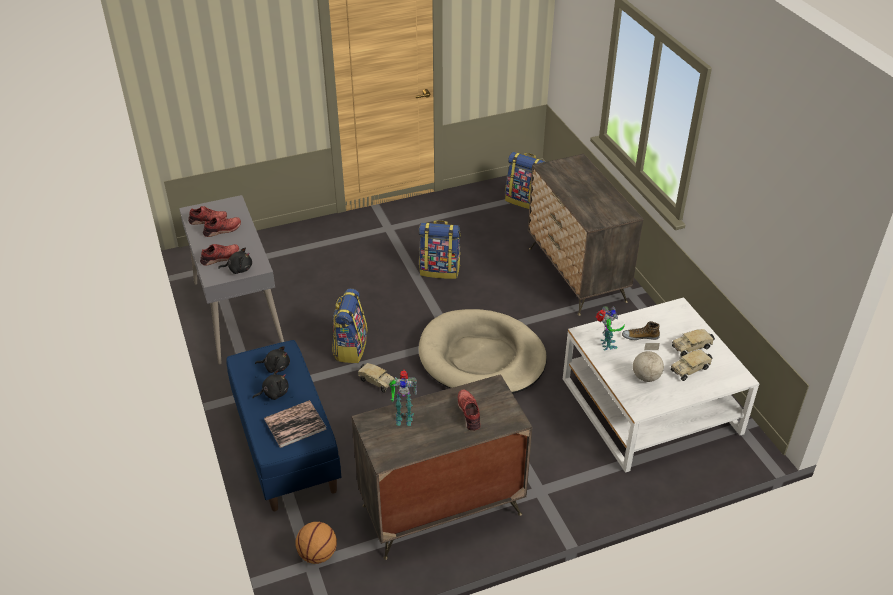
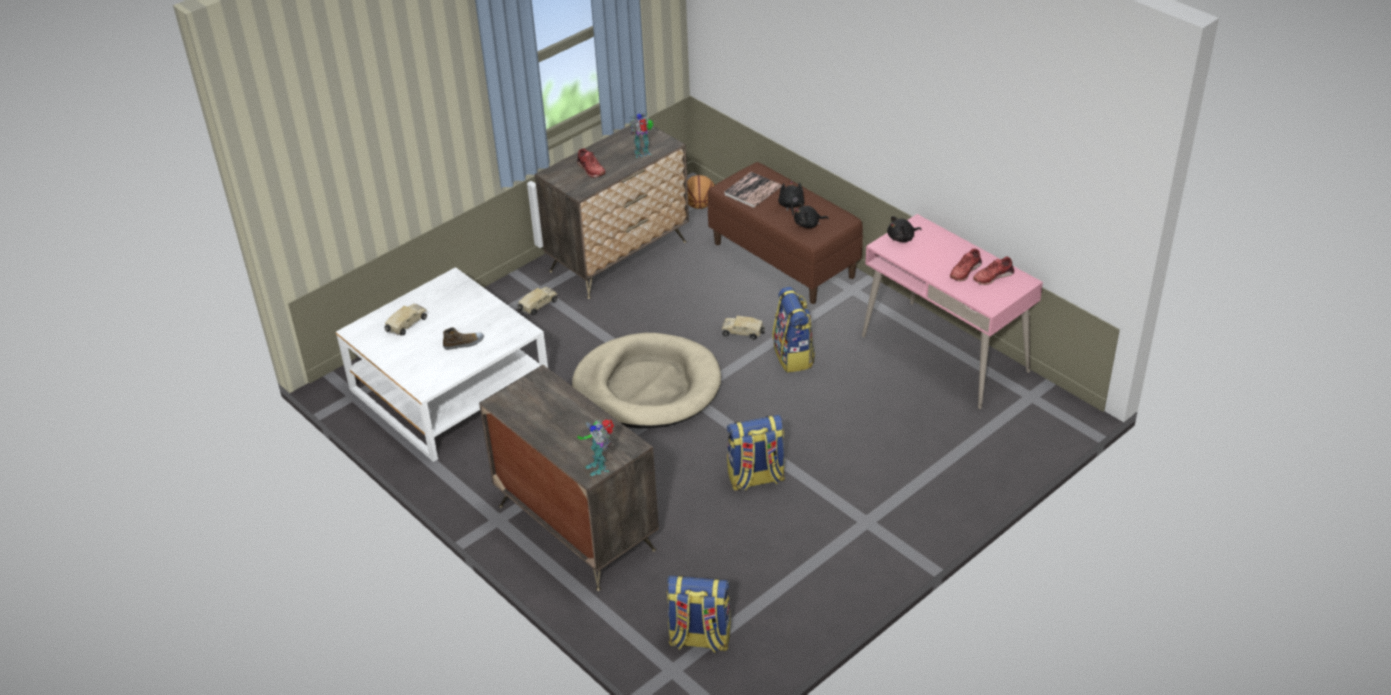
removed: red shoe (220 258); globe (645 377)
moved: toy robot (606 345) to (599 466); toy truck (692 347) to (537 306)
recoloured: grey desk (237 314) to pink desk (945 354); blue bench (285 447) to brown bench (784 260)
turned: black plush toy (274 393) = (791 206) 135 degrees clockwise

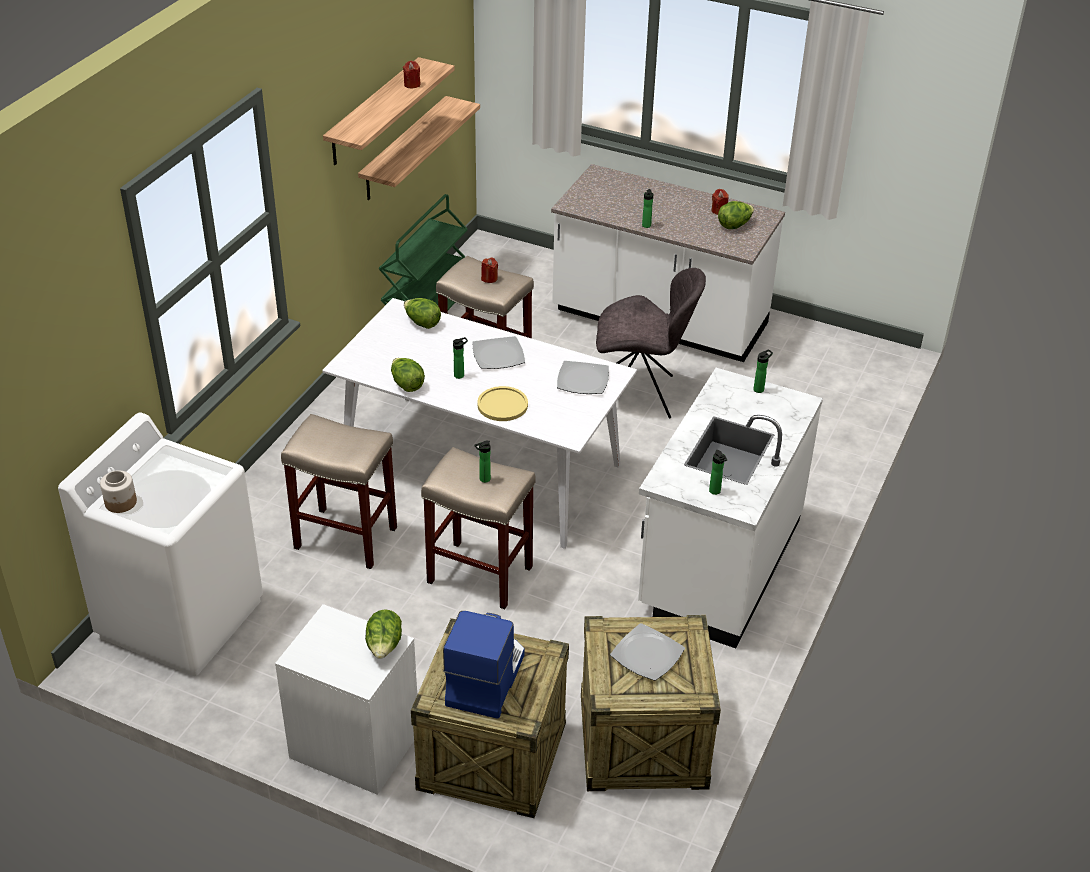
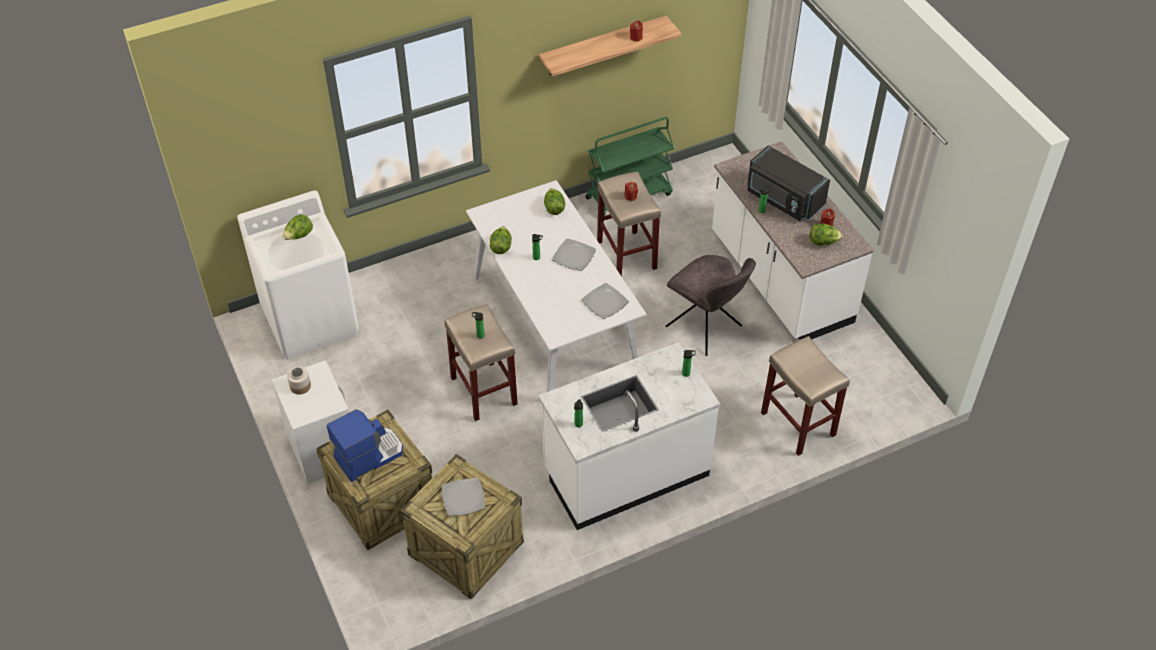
removed: shelf (404 149); yellow plate (502 405)
added: black microwave (783 199)
moved: jar (121 502) to (300 386); beige stool (344 538) to (797 423); lettuce (384 647) to (299 236)

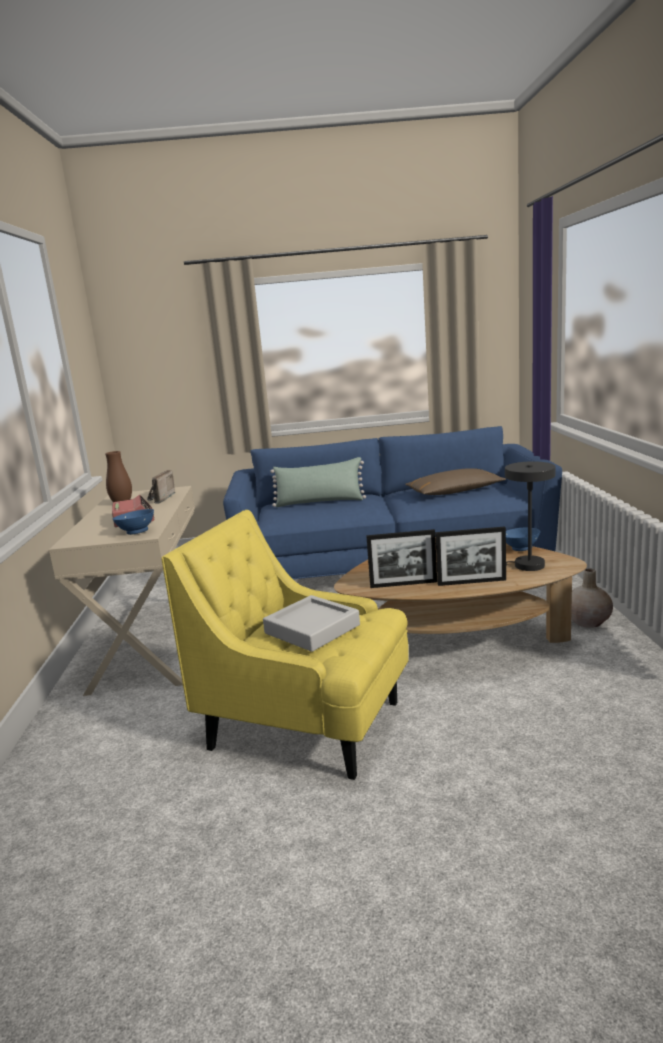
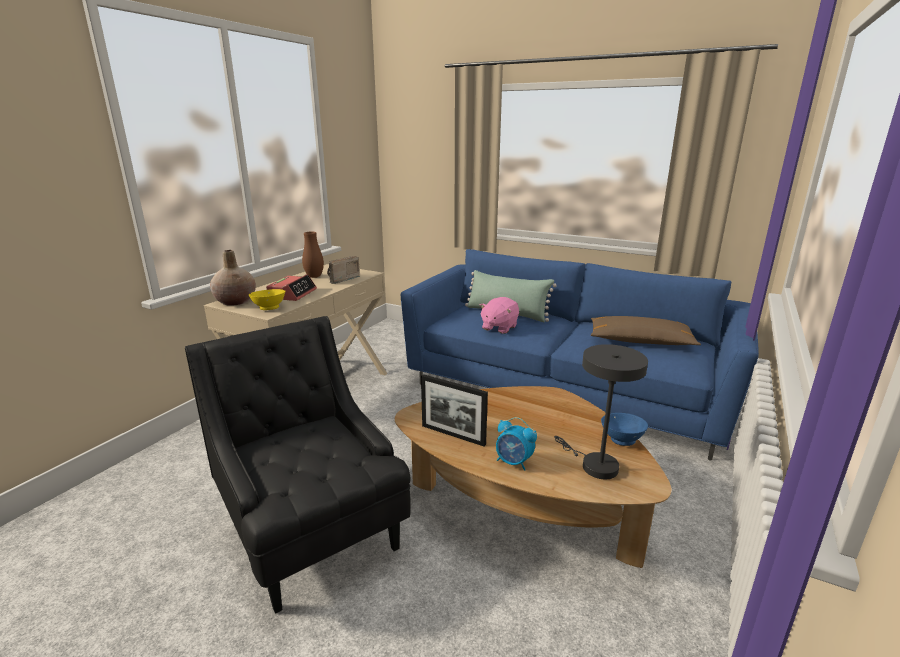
removed: grey tray (312 629)
added: pink plush toy (499 327)
moved: beige vase (588 621) to (236 301)
replaced: picture frame (471 582) to alarm clock (514 462)
recoloured: blue bowl (137 532) to yellow bowl (270 308); yellow armchair (308 725) to black armchair (312 532)

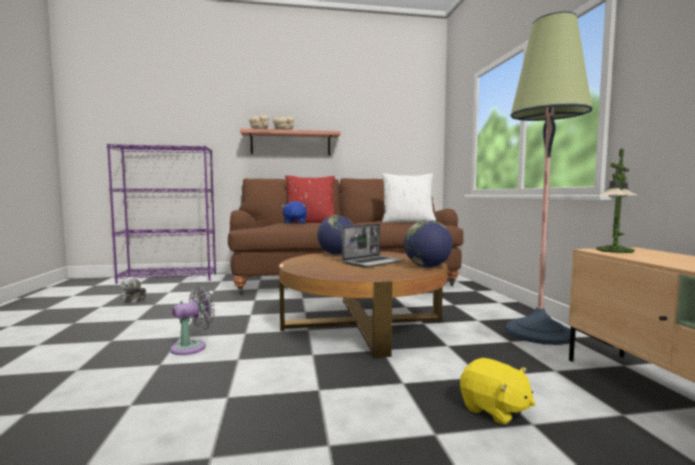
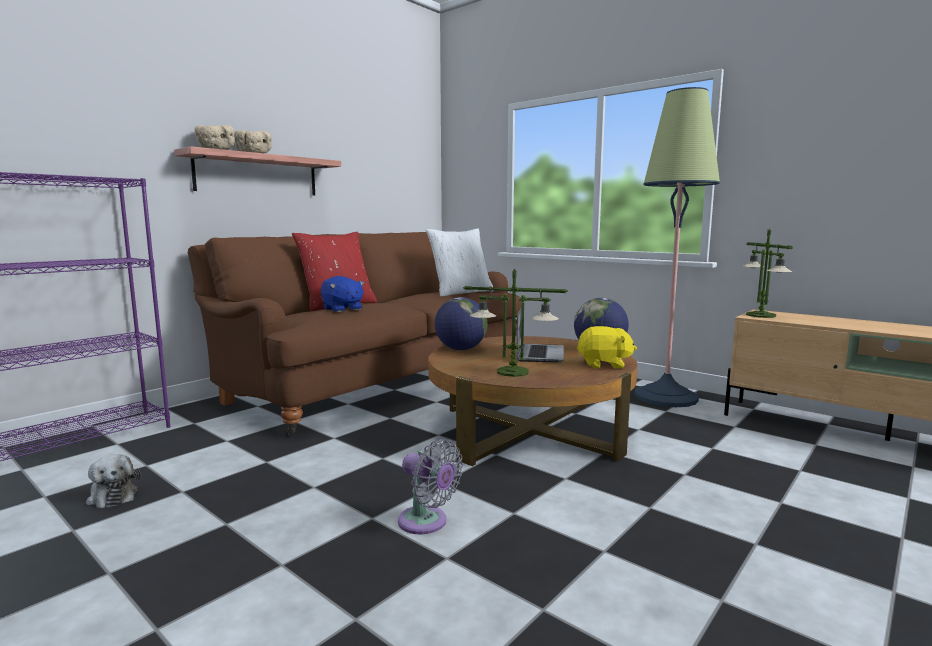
added: table lamp (512 372)
moved: yellow plush toy (494 410) to (604 364)
turned: grey fan (192 347) = (426 523) 120 degrees clockwise

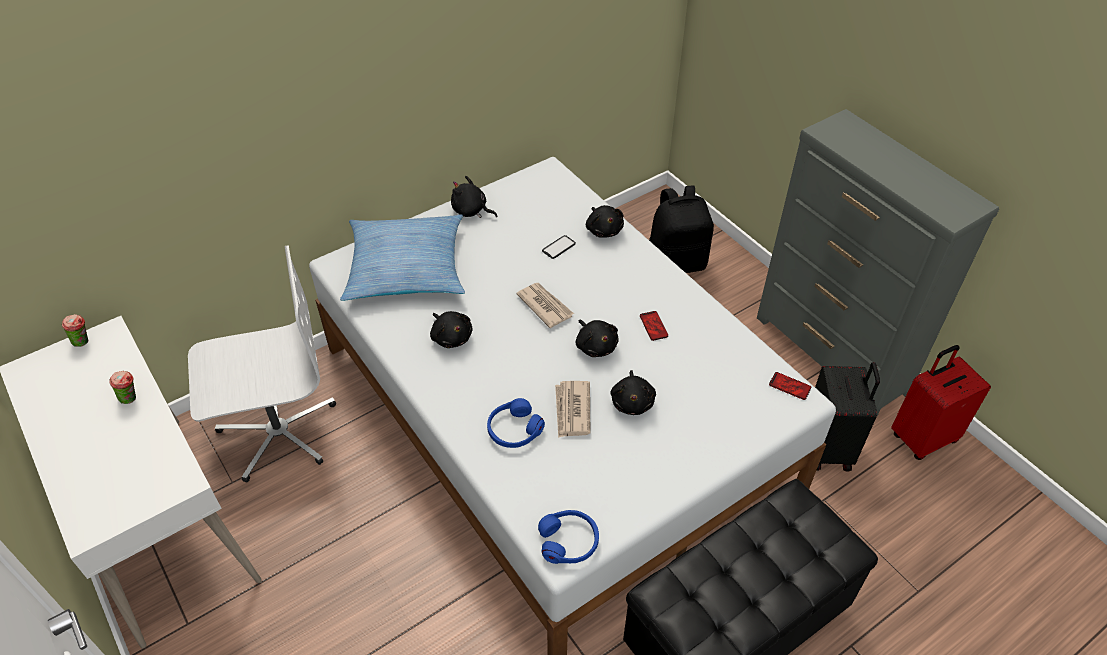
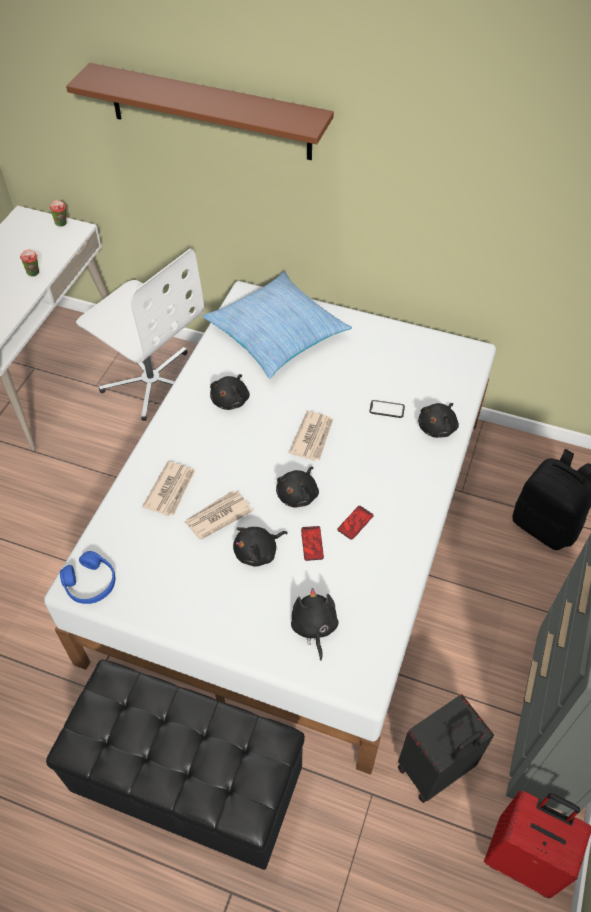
added: brown shelf (210 112)
moved: black plush toy (471 211) to (314 627); phone (789 386) to (312 543)
replaced: blue headphones (514 430) to newspaper (171 490)

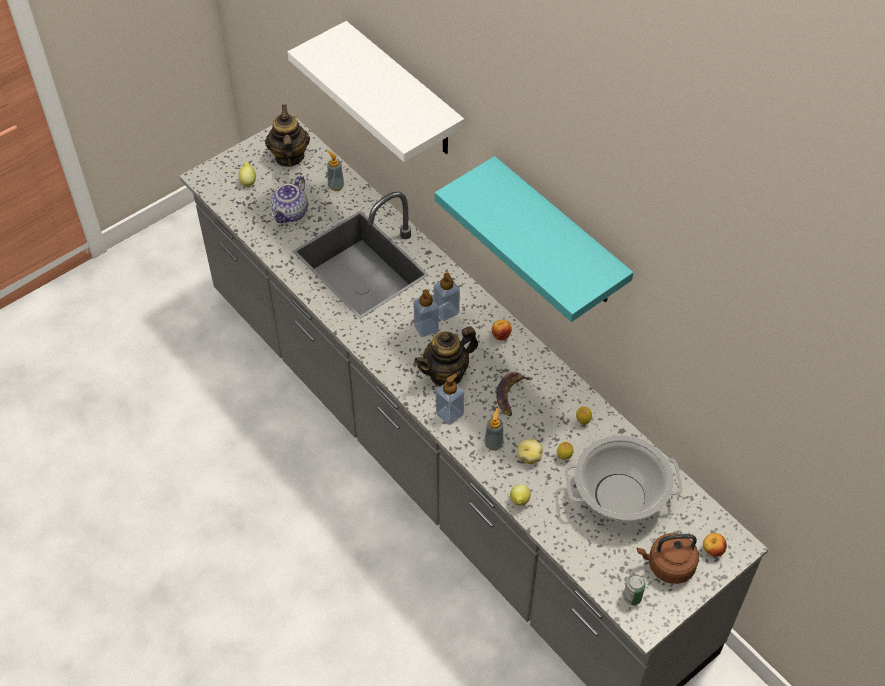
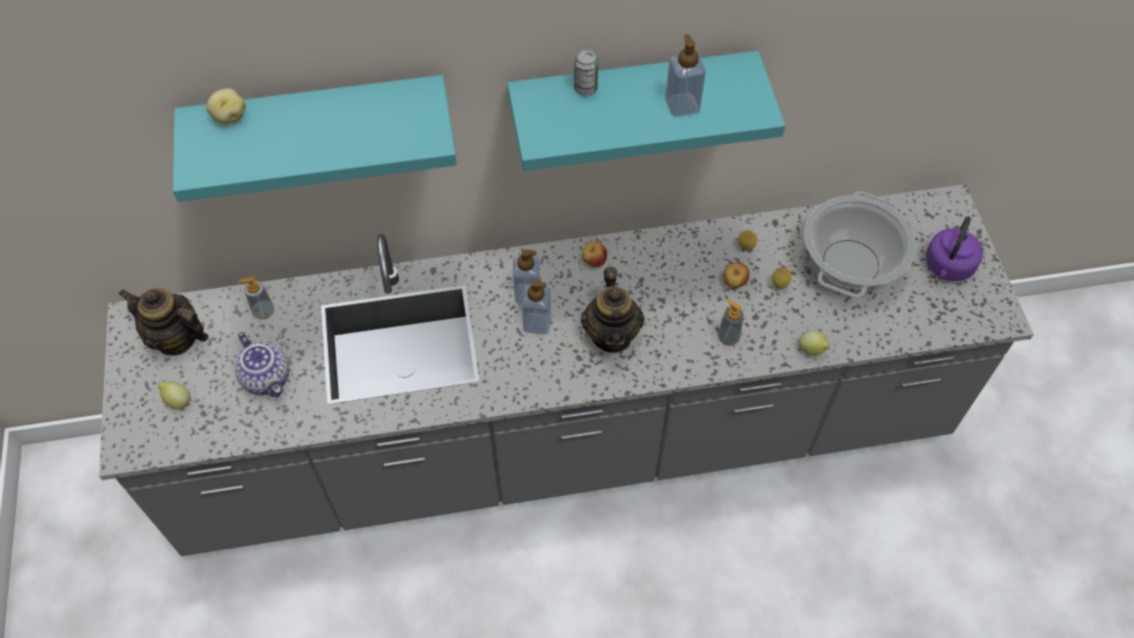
removed: banana (510 394)
moved: soap dispenser (449 414) to (682 105); potato (529 456) to (229 116); can (632 597) to (585 88); apple (712 550) to (734 283)
recoloured: white shelf (404 92) to turquoise shelf (318 122); brown kettle (668 566) to purple kettle (947 267)

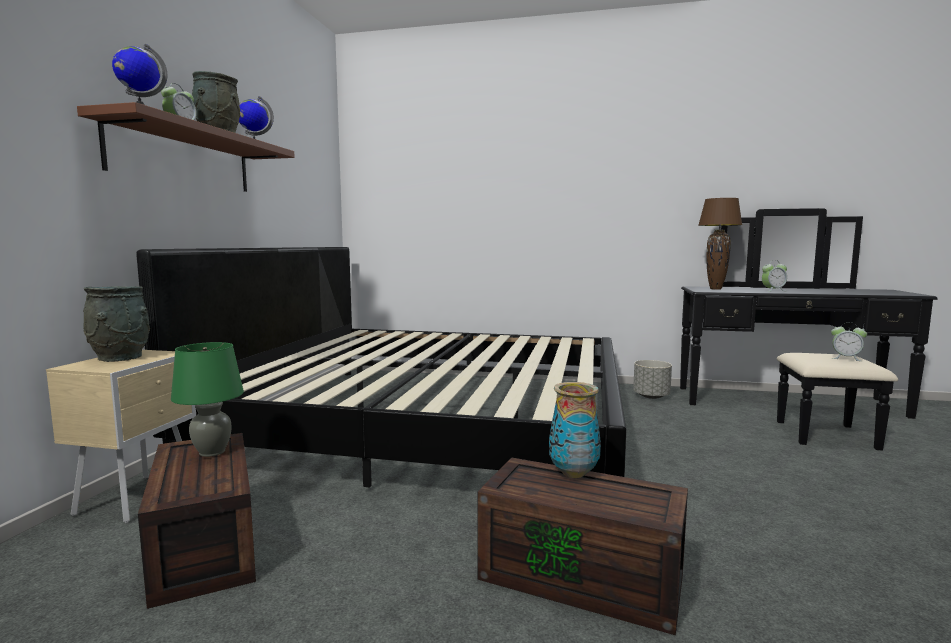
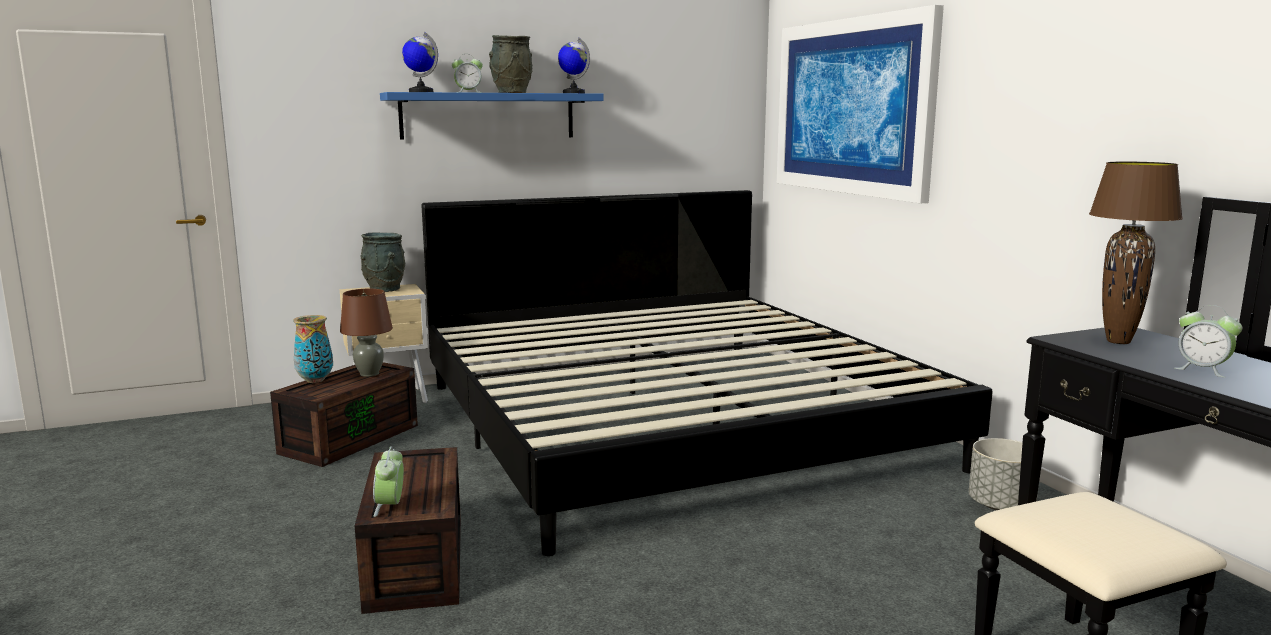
added: picture (852 107)
moved: vase (573 473) to (315 380); alarm clock (846 358) to (390 506)
recoloured: brown shelf (184 158) to blue shelf (488 116); green table lamp (212 452) to brown table lamp (369 374)

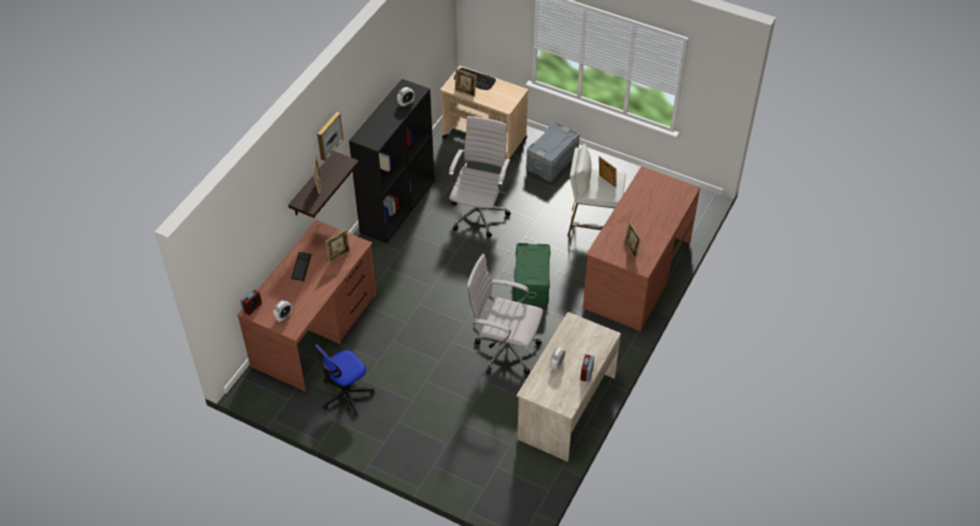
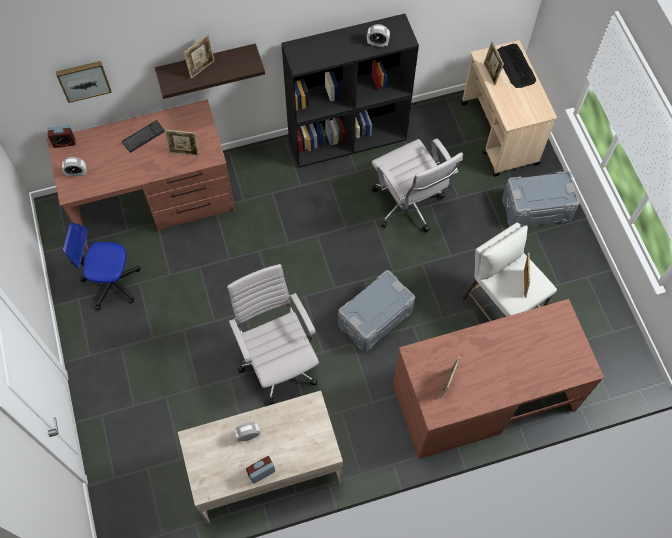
moved: picture (328 135) to (83 80)
recoloured: green storage box (532 284) to grey storage box (375 319)
turned: white office chair (479 213) = (409 206) 90 degrees clockwise

